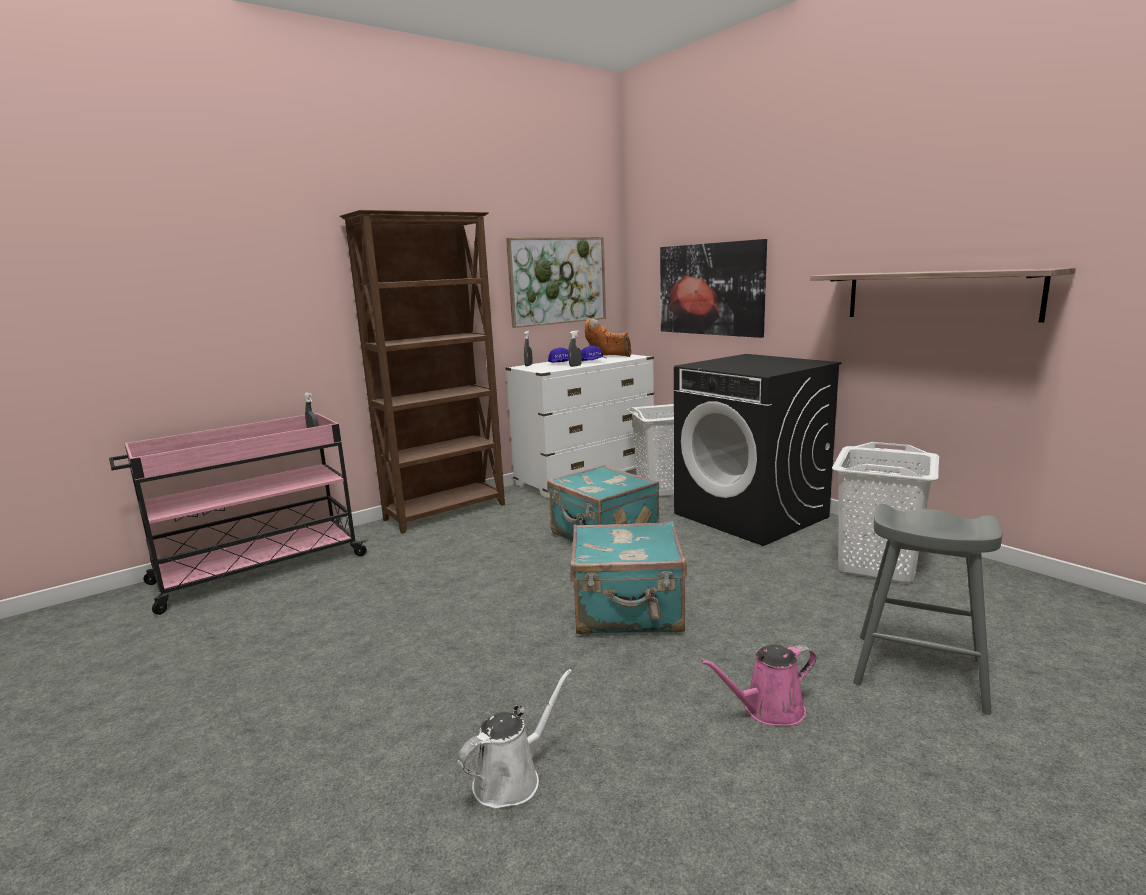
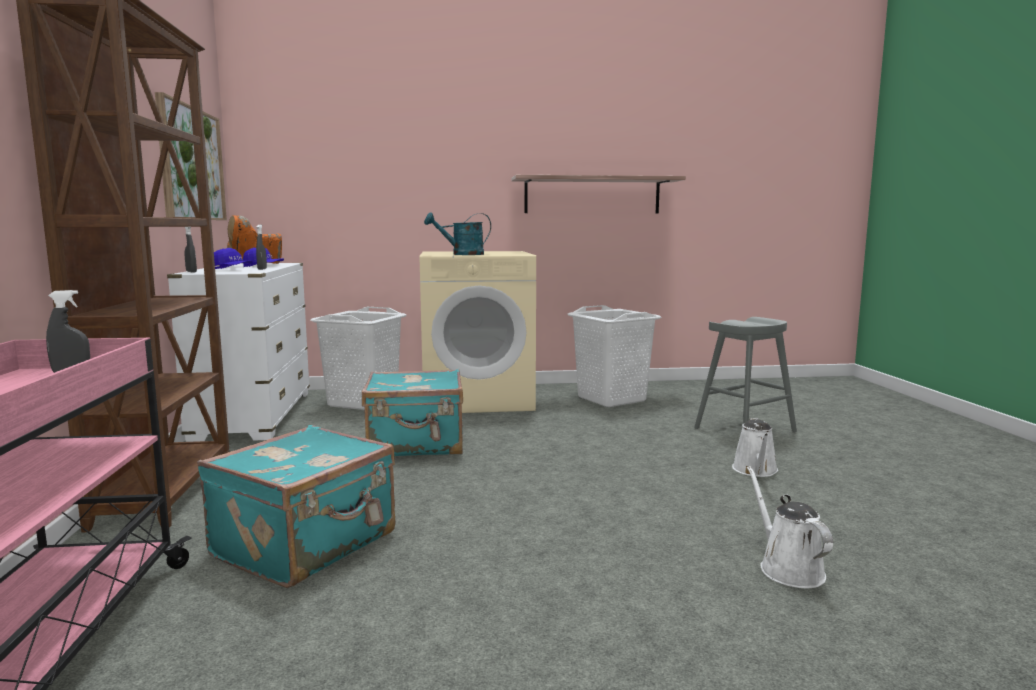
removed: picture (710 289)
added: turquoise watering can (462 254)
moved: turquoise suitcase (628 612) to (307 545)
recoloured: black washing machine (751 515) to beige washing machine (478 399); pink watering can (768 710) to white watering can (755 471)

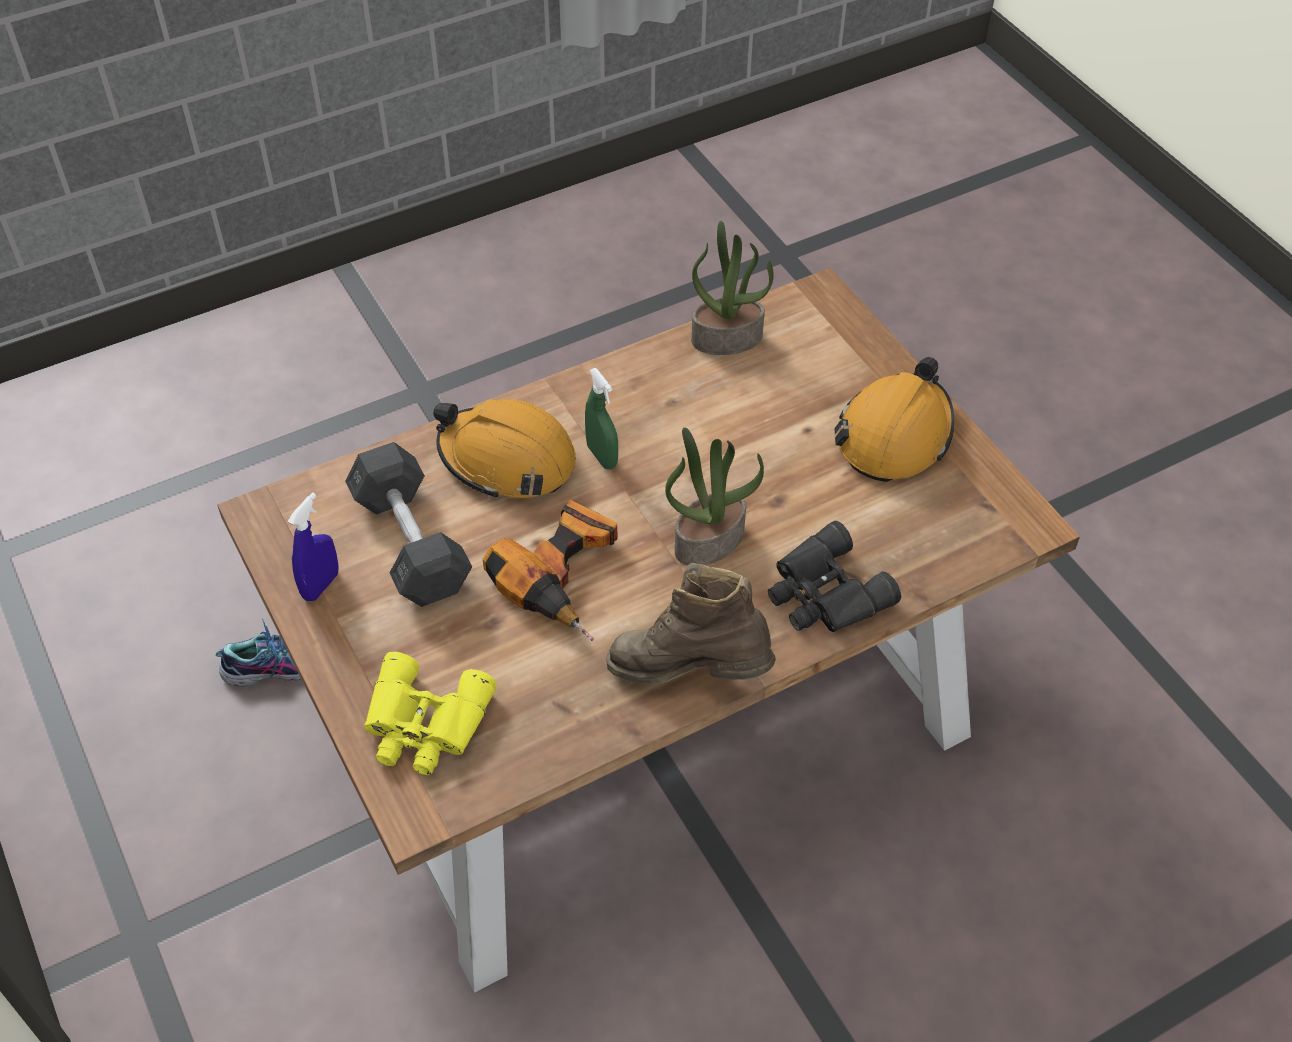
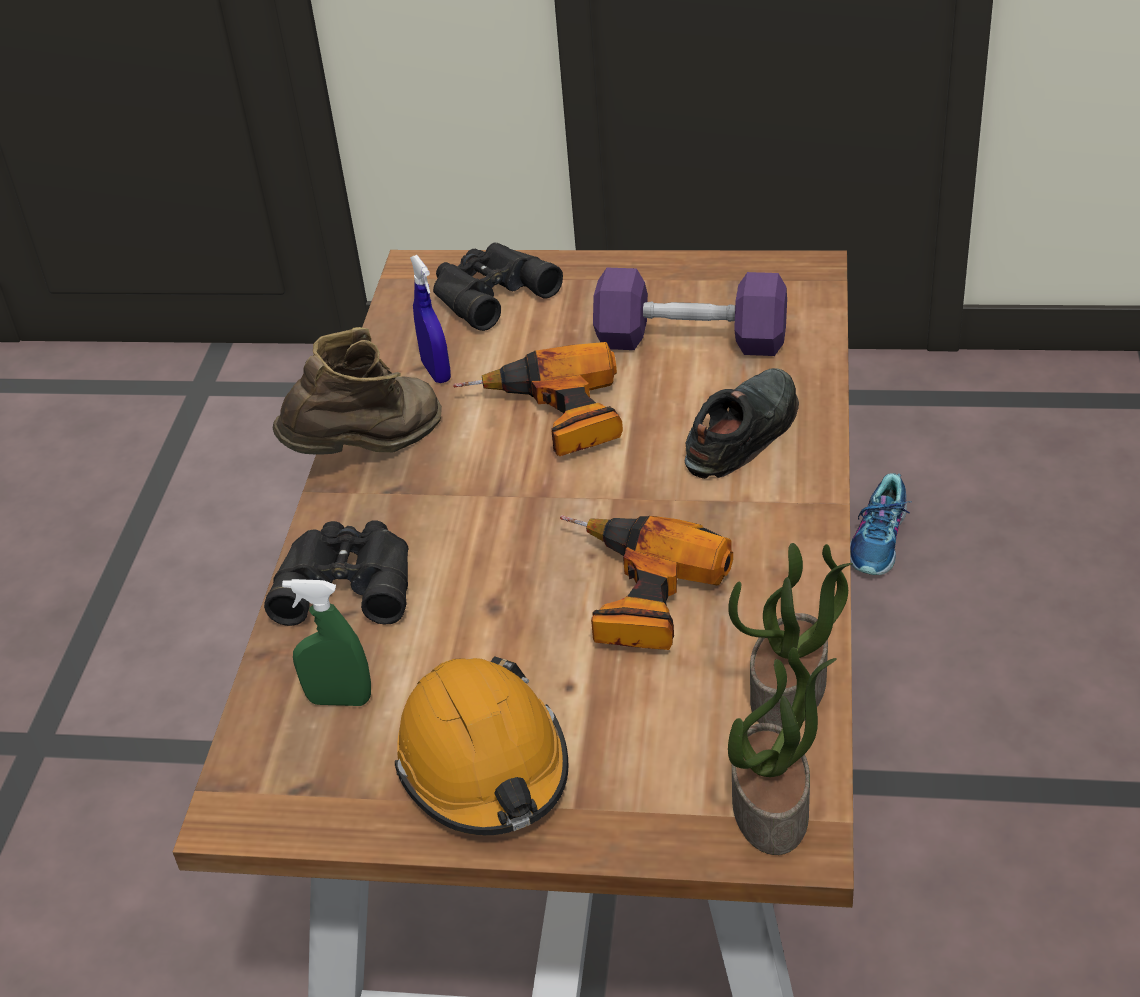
added: power drill (635 596)
moved: blue spray bottle (321 585) to (436 372); green spray bottle (602 456) to (339 699); potted plant (709 540) to (772 808)
replaced: orange hard hat (507 460) to black shoe (743 432)
recoloured: grey dumbbell (411 543) to purple dumbbell (691 340); yellow binoculars (424 725) to black binoculars (488 293)

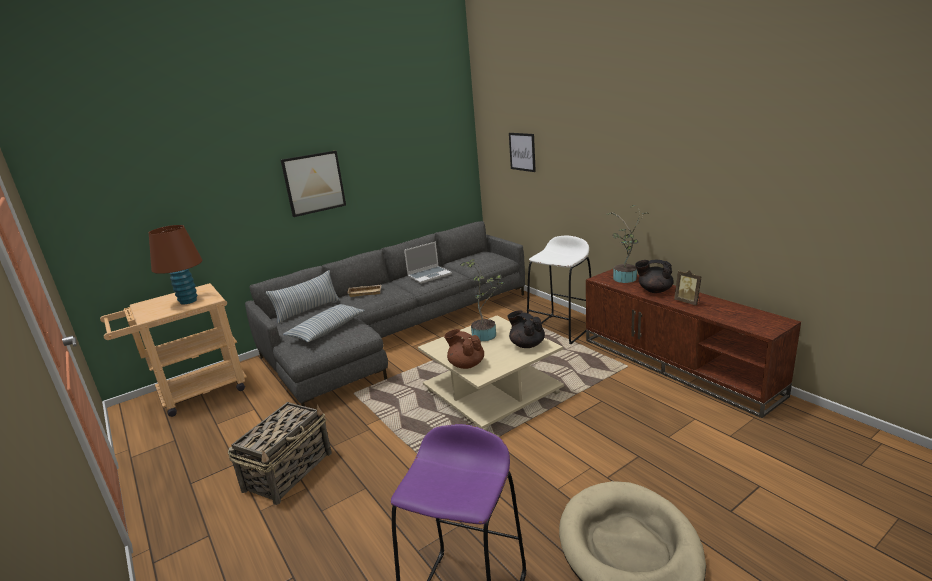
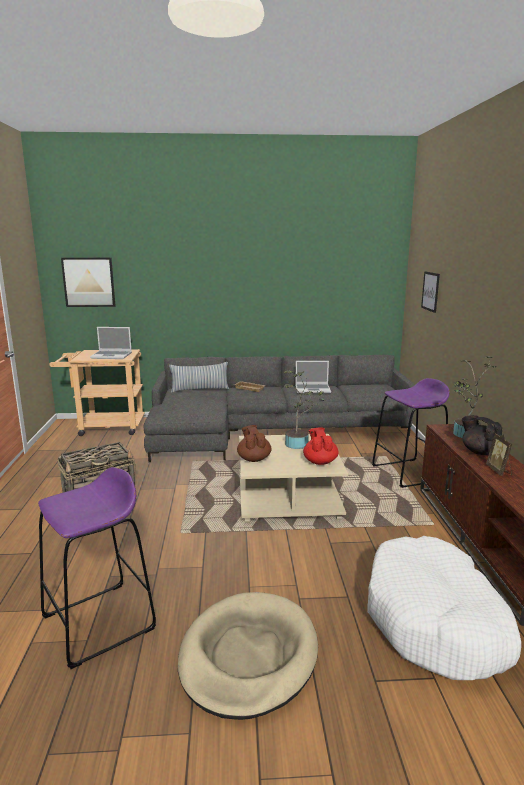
removed: pillow (327 330)
added: white dog bed (435 621)
moved: picture (314 183) to (89 282)
replaced: brown table lamp (188 301) to laptop (112 356)
recoloured: black teapot (526 344) to red teapot (320 461); white stool (561 329) to purple stool (408 473)

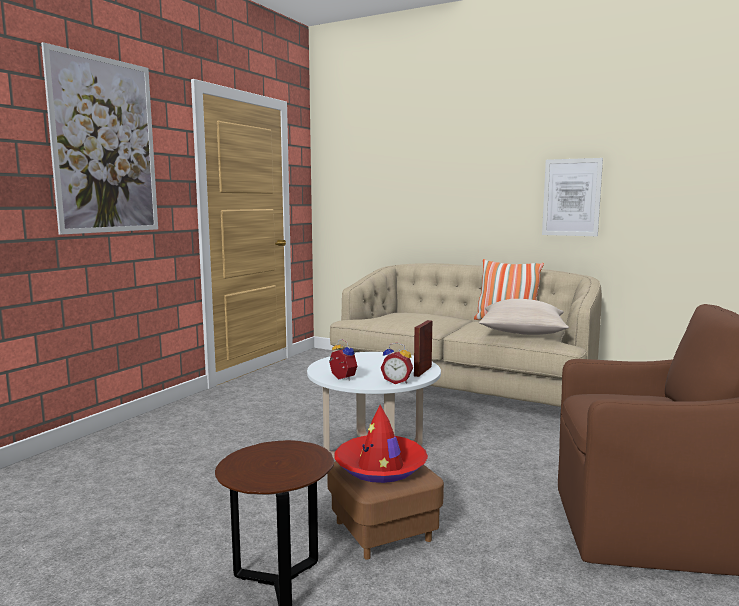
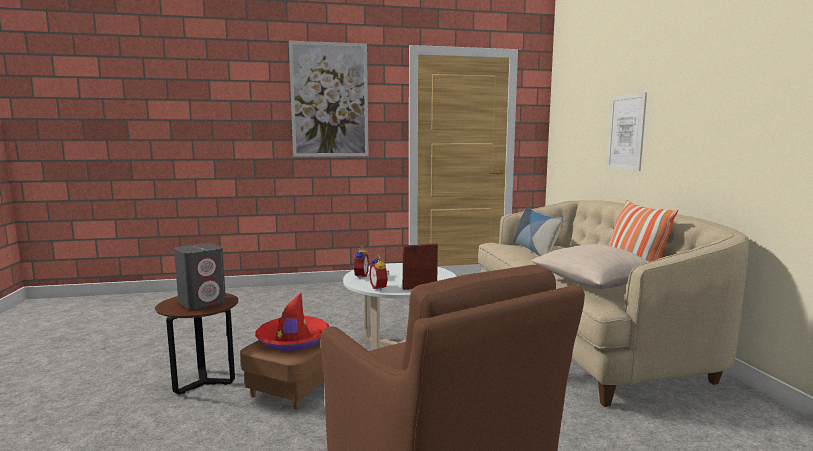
added: grey speaker (203 302); pillow (535 251)
moved: picture (571 197) to (626 132)

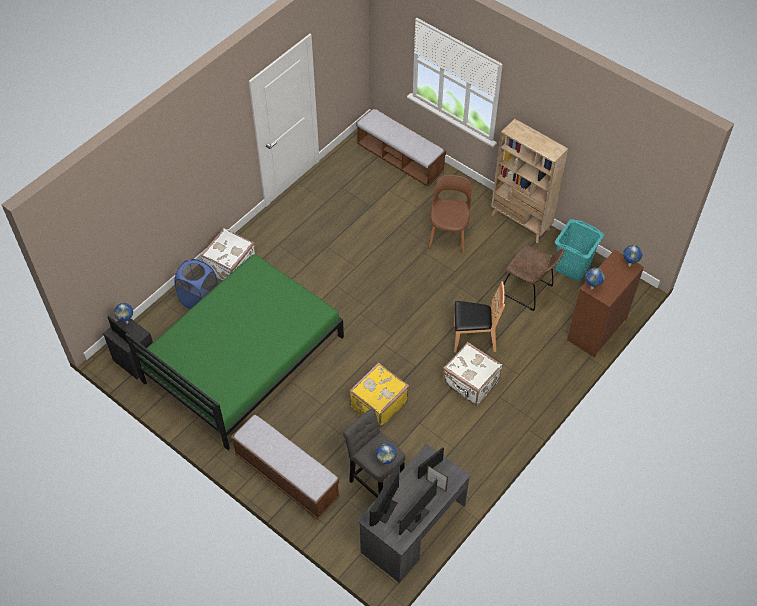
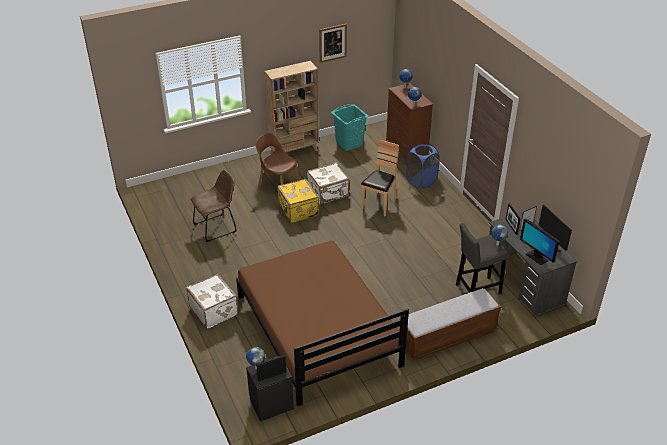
removed: bench (400 159)
added: picture (332 43)
moved: blue laundry basket (200 300) to (421 181); yellow suitcase (378 403) to (297 210); white suitcase (470 383) to (328 193); brown chair (529 291) to (217 227)
recoloured: green bed (243 358) to brown bed (317 330)

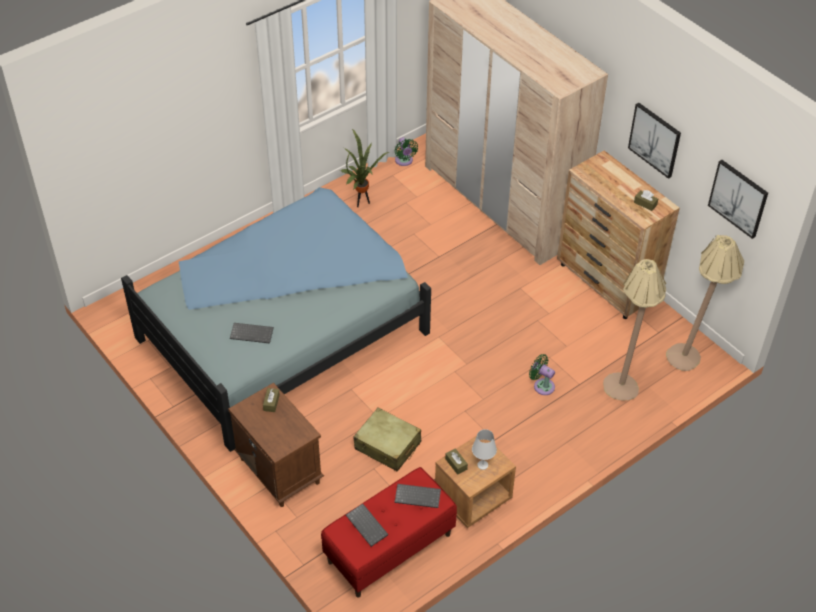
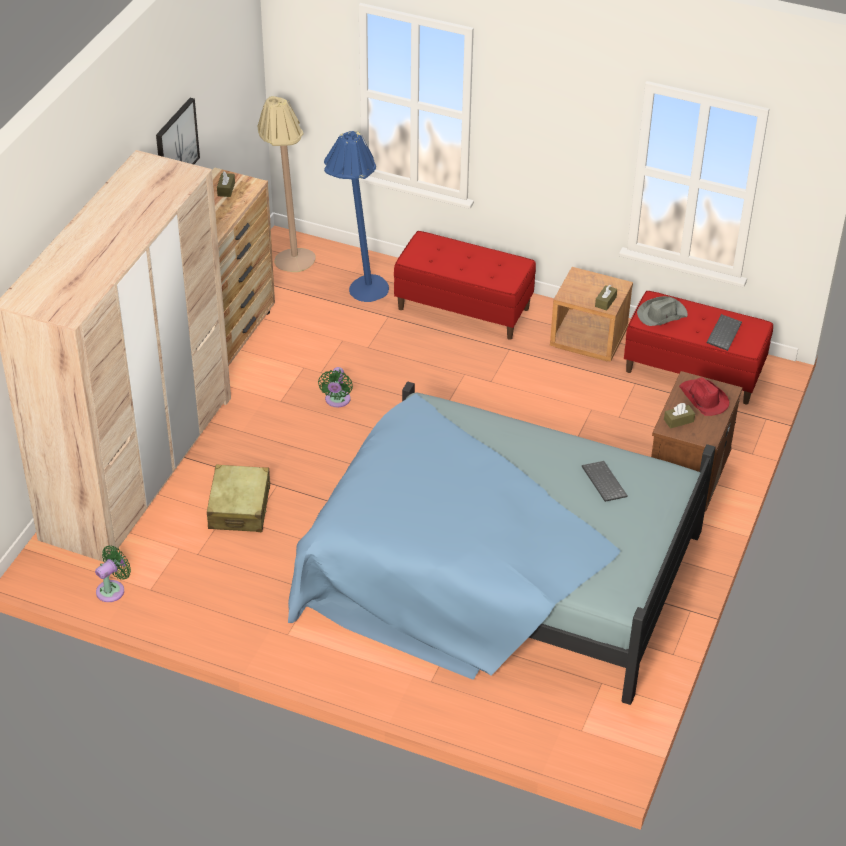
removed: potted plant (362 202); white table lamp (483 465); picture (738 198)
added: red bench (464 308); red hat (703 399)
moved: beige suitcase (387 446) to (239 507); green fan (542 385) to (337 401)
replaced: keyboard (418 496) to grey hat (661 314)
recoloured: beige floor lamp (625 381) to blue floor lamp (359 288)

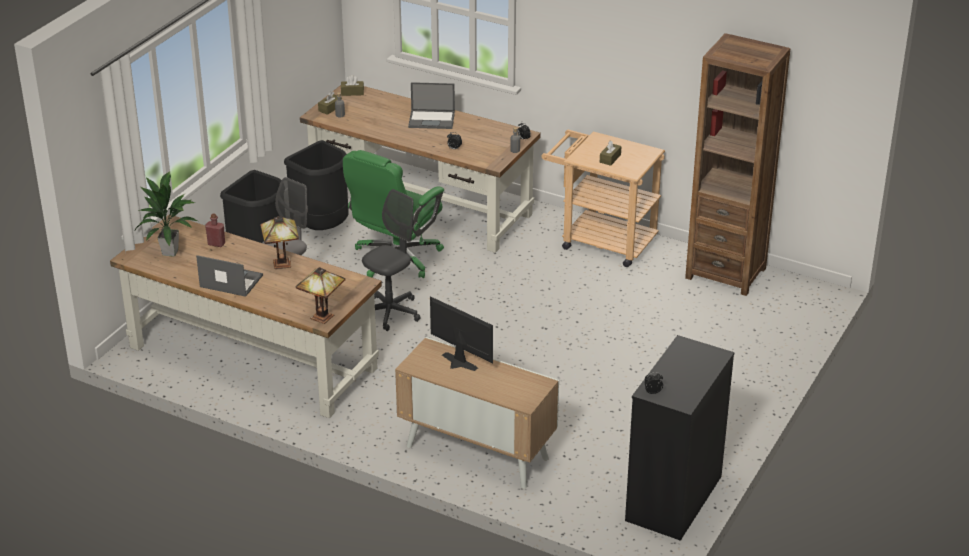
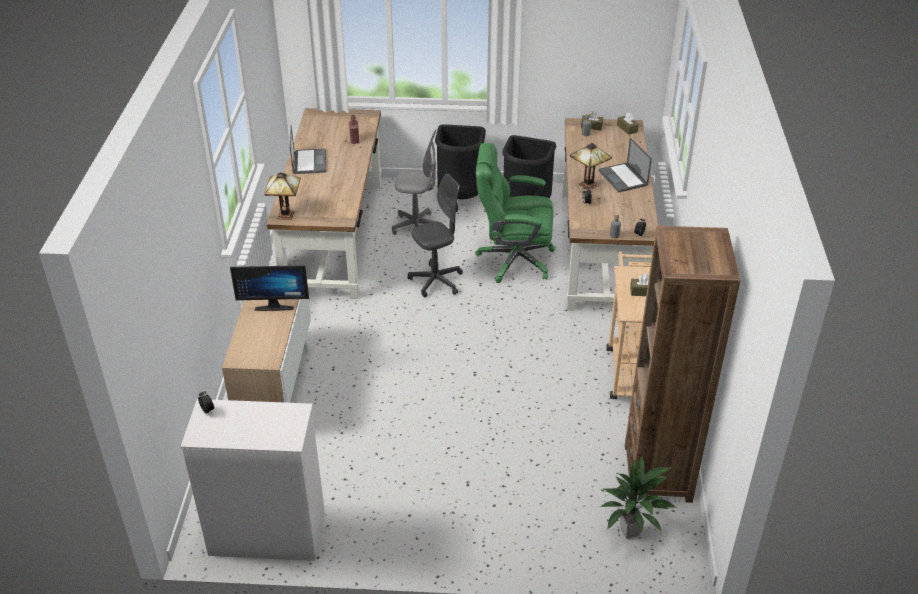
moved: potted plant (171 252) to (630 532); table lamp (283 264) to (588 185)
recoloured: black dresser (673 499) to white dresser (266 534)
turned: grey office chair (390 313) = (436 281) 45 degrees counterclockwise; monitor (456 364) = (274 305) 75 degrees clockwise

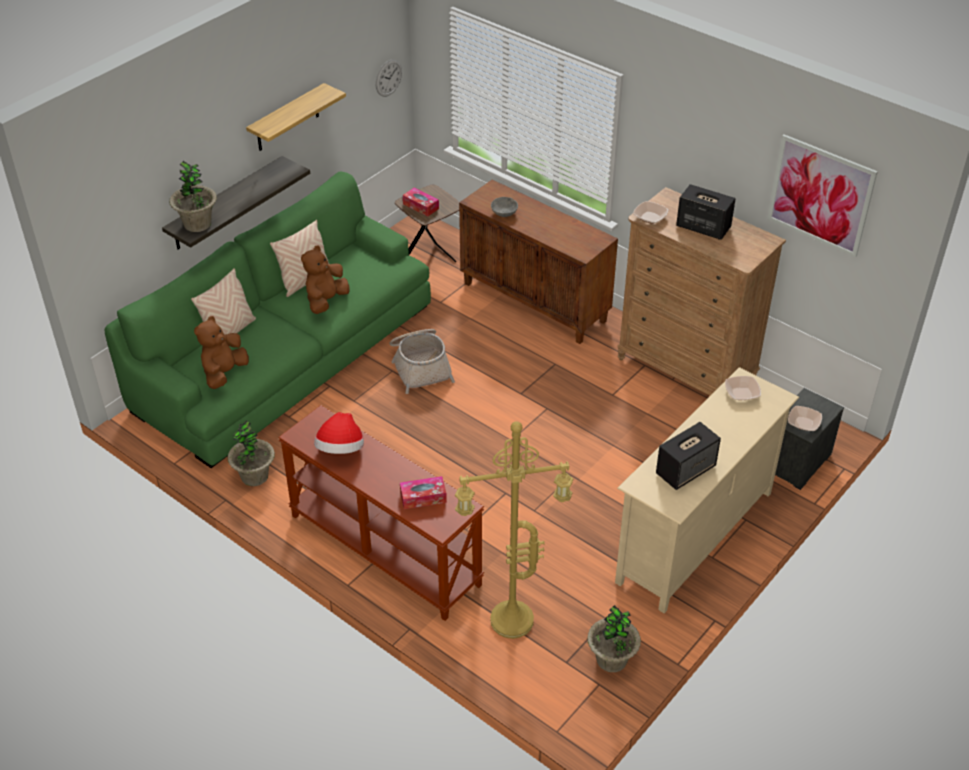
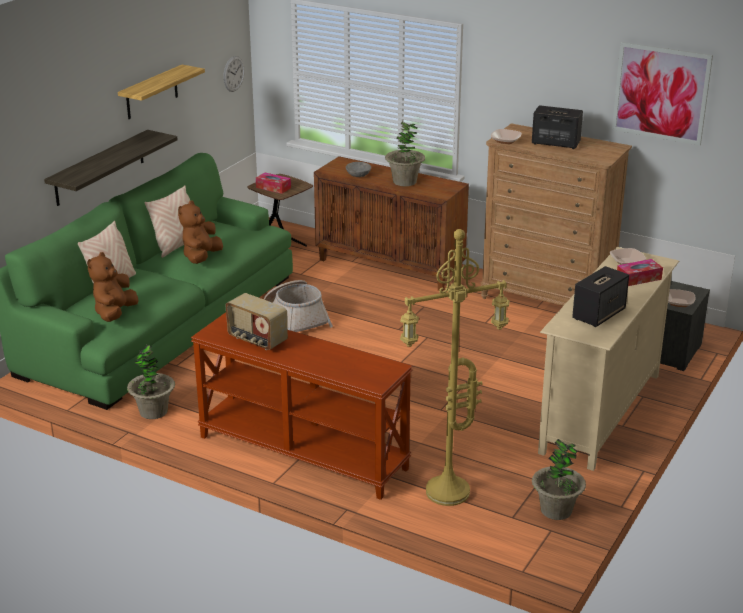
moved: potted plant (197 224) to (404 182); tissue box (423 497) to (638 278)
replaced: hat (340 450) to radio (257 340)

